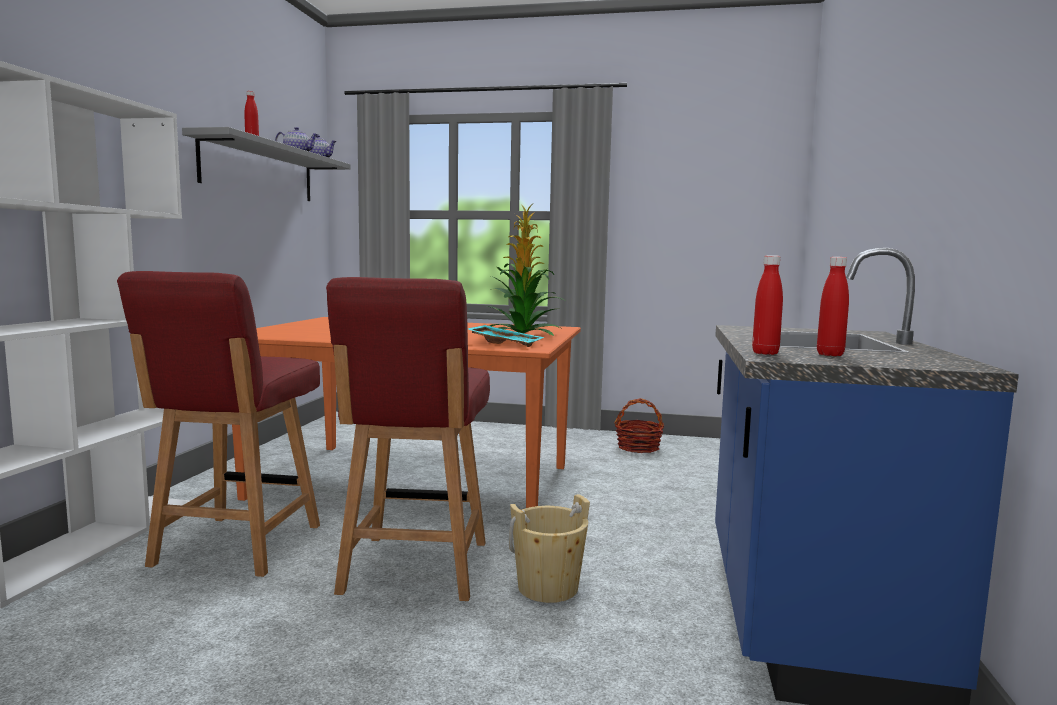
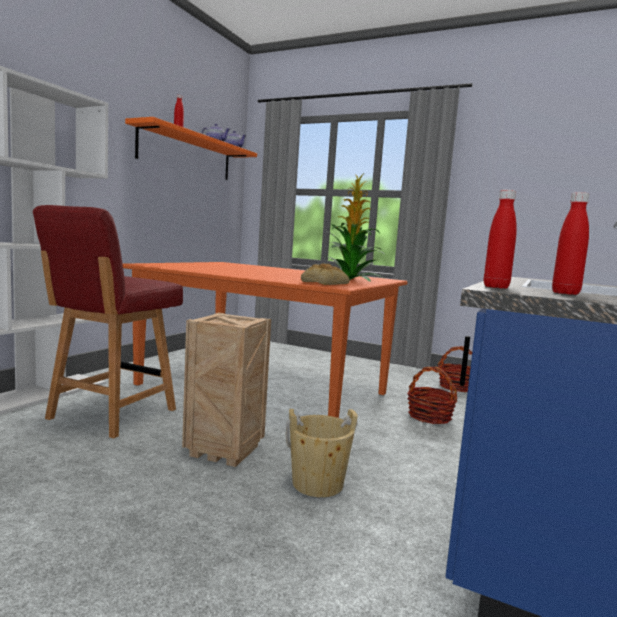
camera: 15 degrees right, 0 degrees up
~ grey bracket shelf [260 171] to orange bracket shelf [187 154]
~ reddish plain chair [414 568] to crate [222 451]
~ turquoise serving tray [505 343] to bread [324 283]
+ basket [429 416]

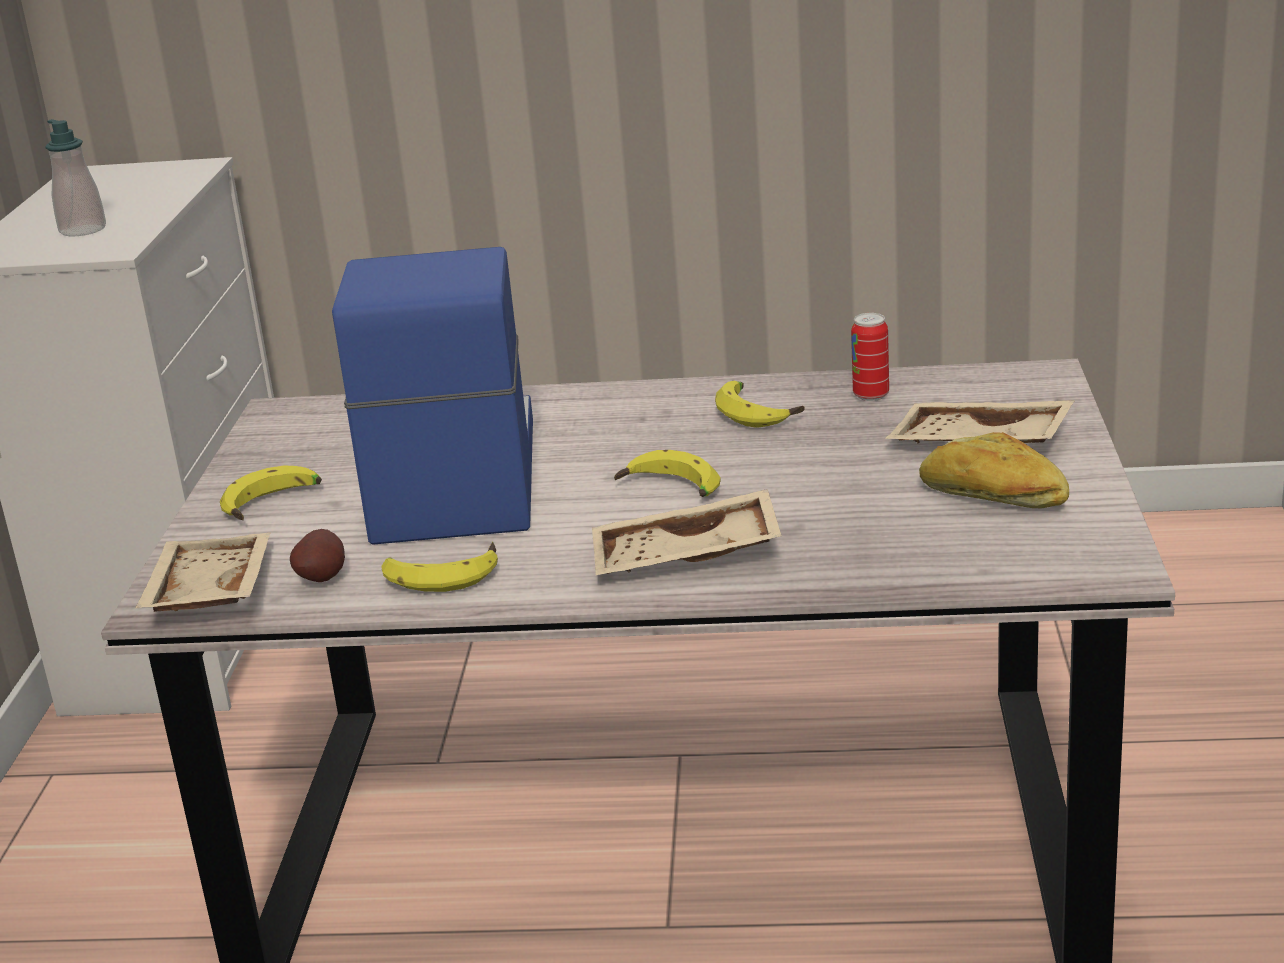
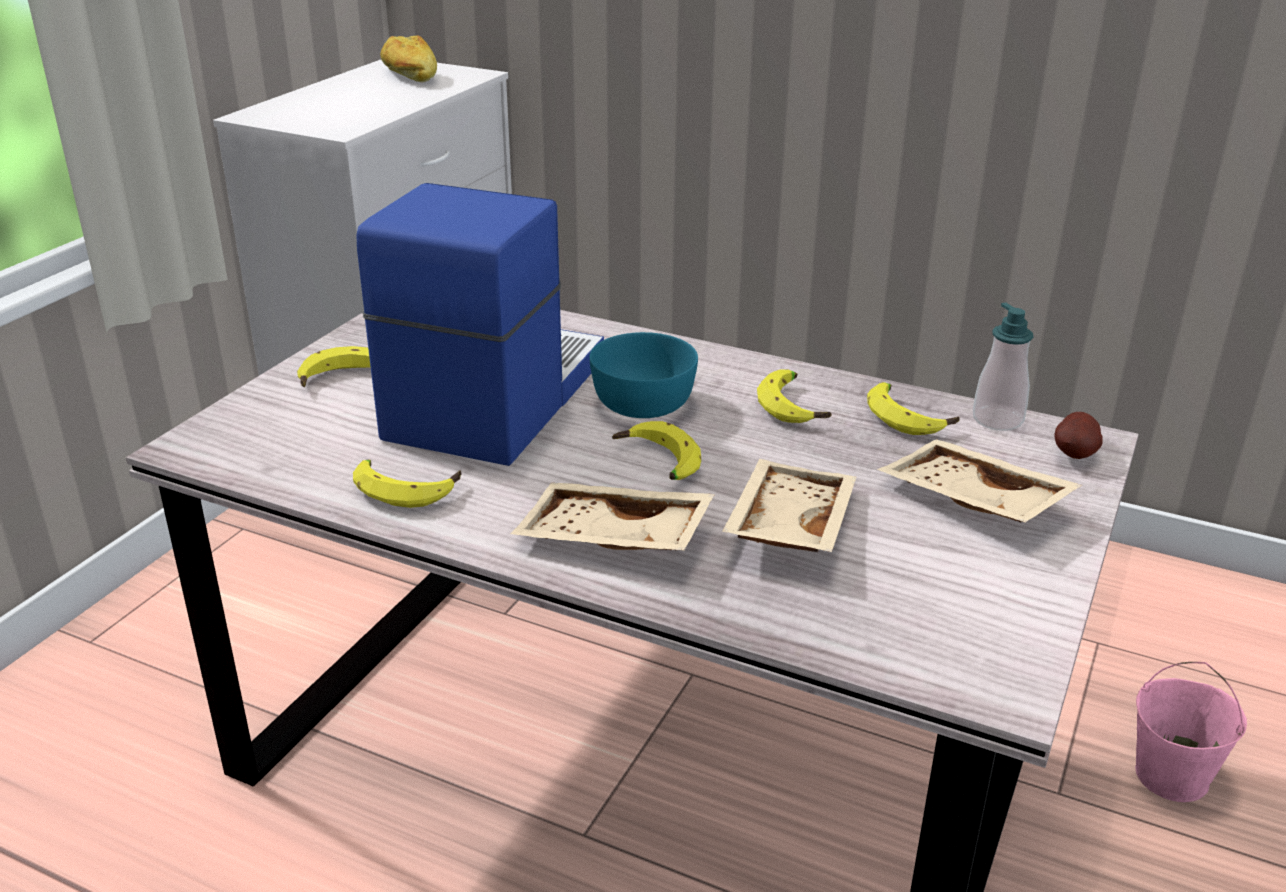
camera: 20 degrees right, 5 degrees up
~ bread [993 498] to [409 75]
+ turquoise deep dish [642 402]
~ sand-coloured serving tray [207 593] to [787 524]
~ sealed can [871 395] to banana [909 417]
~ soap bottle [83 230] to [997 420]
~ potato [324 578] to [1075 455]
+ pinkish bucket [1171 776]

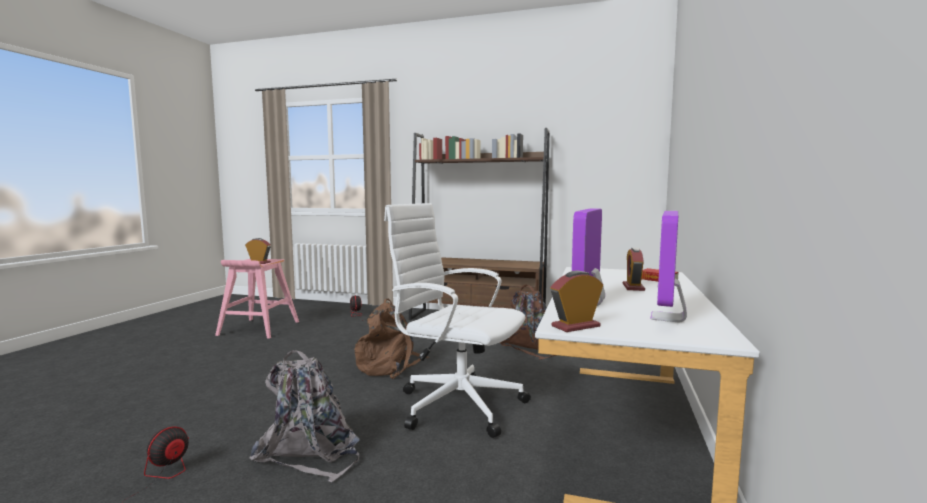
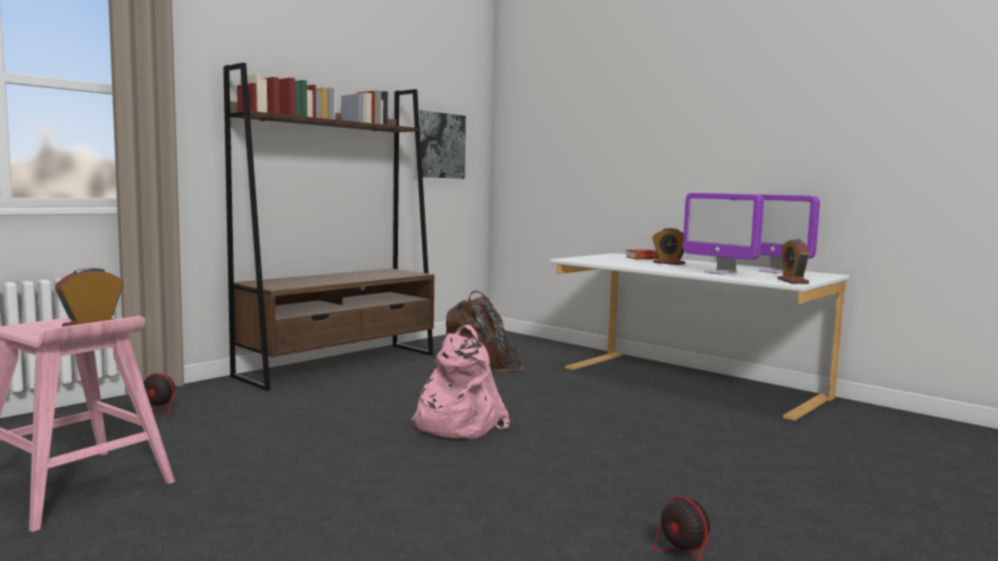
camera: 65 degrees left, 0 degrees up
~ brown-coloured backpack [390 366] to pinkish backpack [455 425]
+ picture [439 145]
- grey backpack [311 452]
- whitish desk chair [457 404]

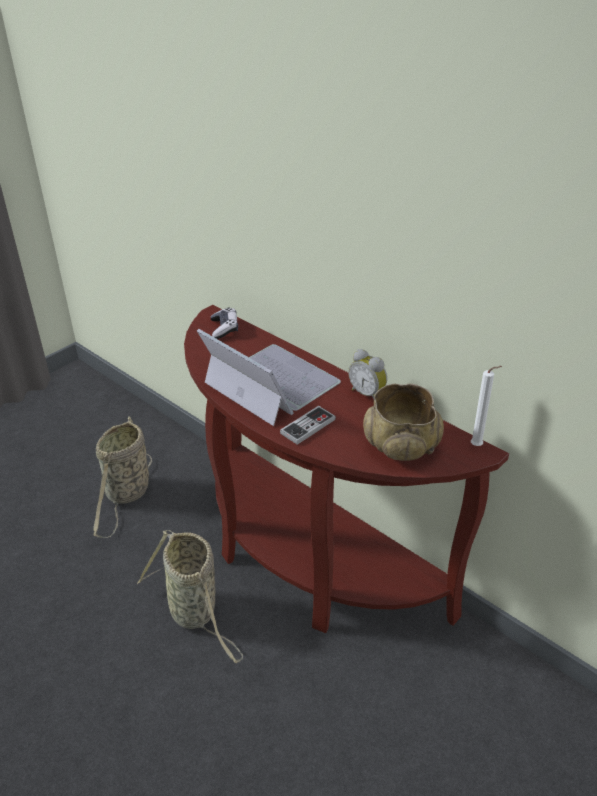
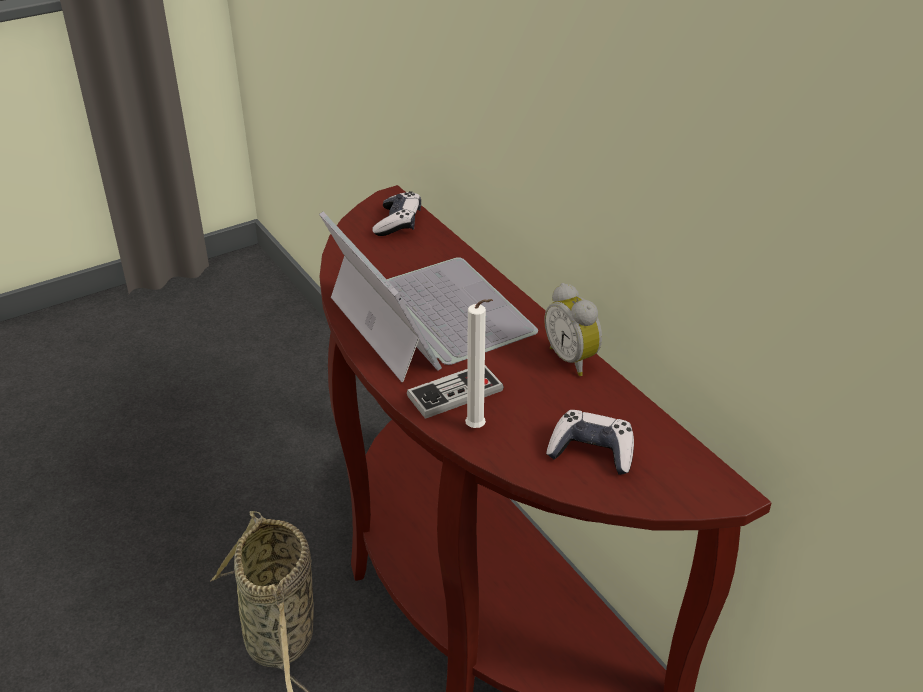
camera: 15 degrees right, 0 degrees up
~ whitish wax candle [478 446] to [478 429]
~ sand-coloured deep dish [401 445] to game controller [591 452]
- basket [127 494]

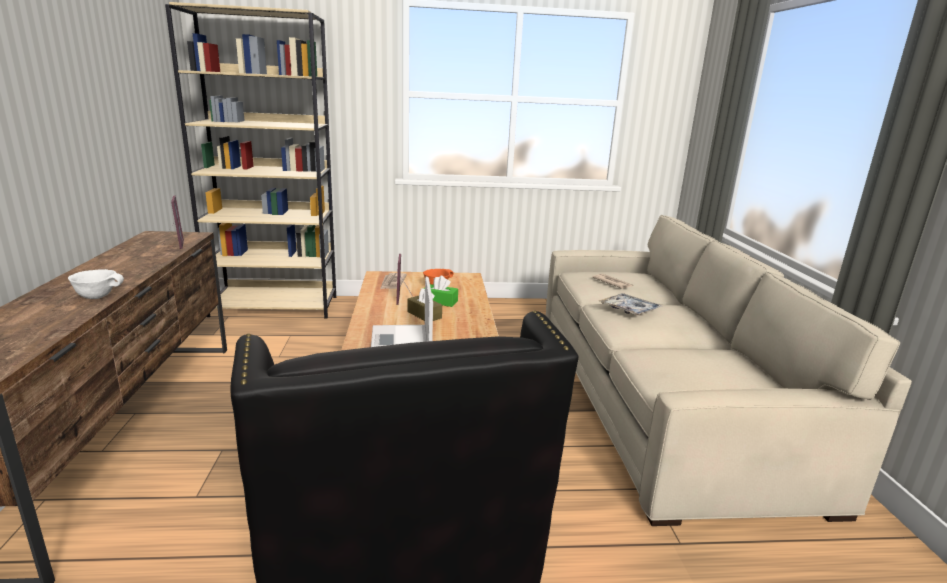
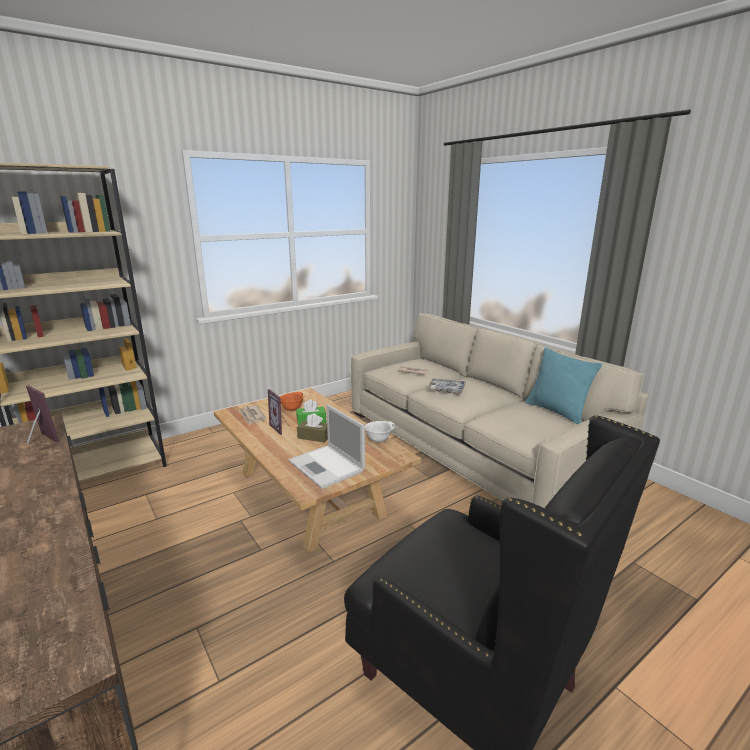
camera: 30 degrees left, 0 degrees up
~ whitish deep dish [98 296] to [378 440]
+ turquoise pillow [556 411]

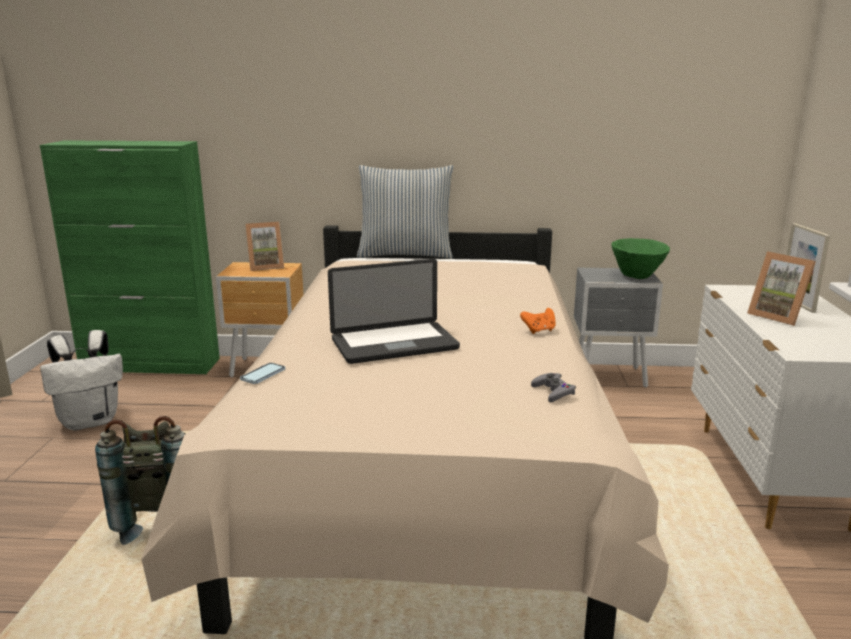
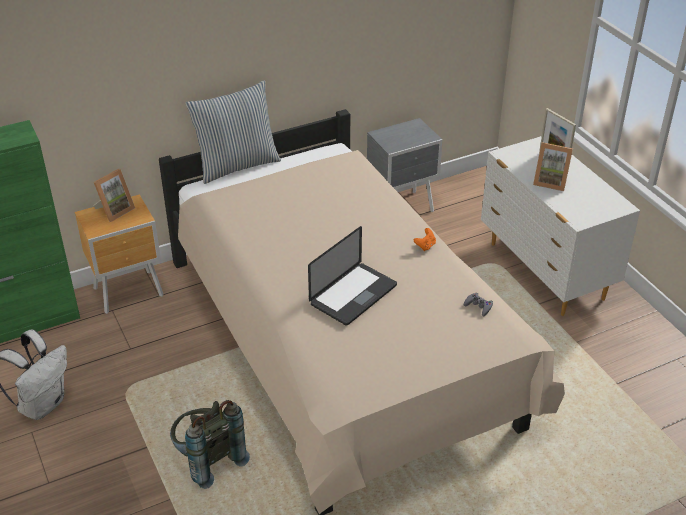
camera: 30 degrees left, 20 degrees up
- telephone [263 375]
- greenish deep dish [637 276]

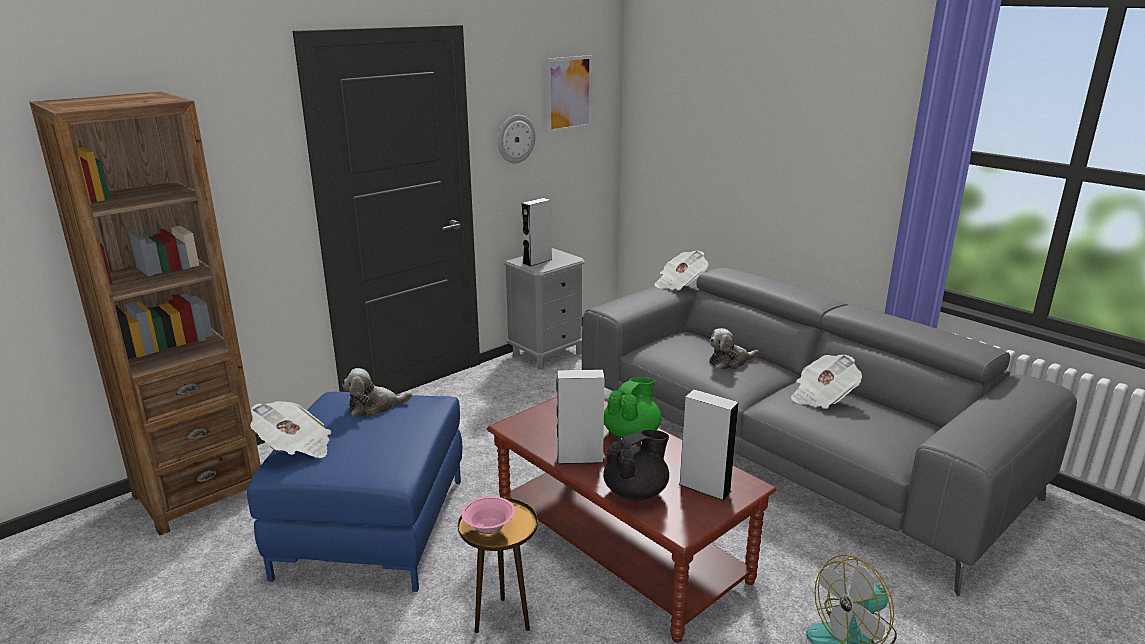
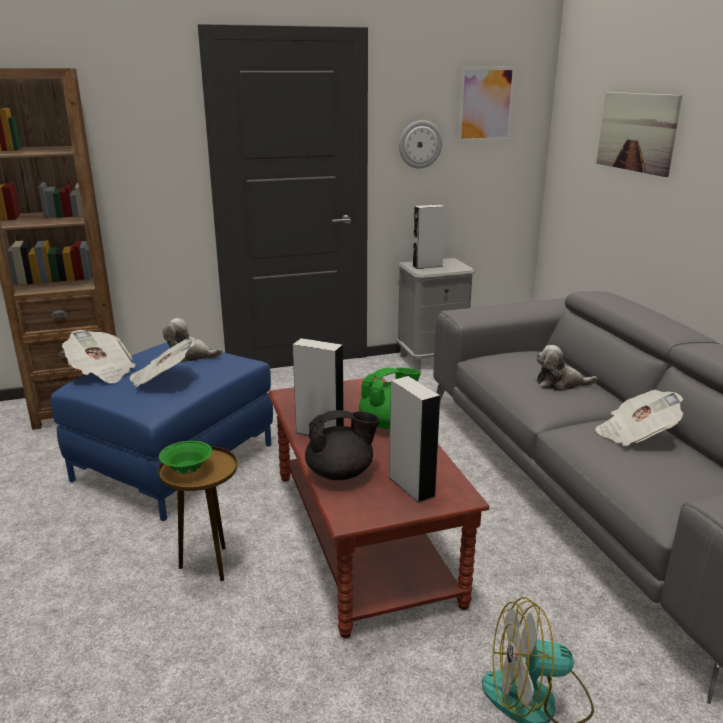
camera: 25 degrees right, 0 degrees up
~ daily paper [679 284] to [162 379]
~ pinkish deep dish [489 529] to greenish deep dish [187 470]
+ picture [637 132]

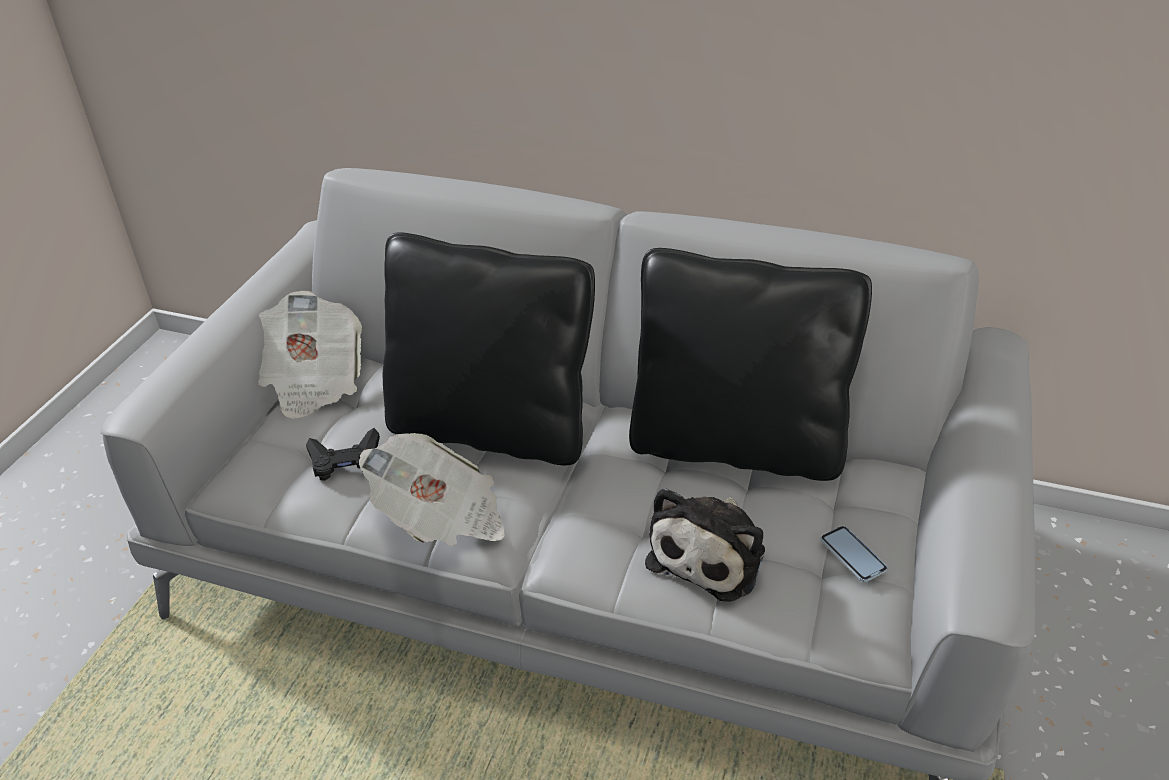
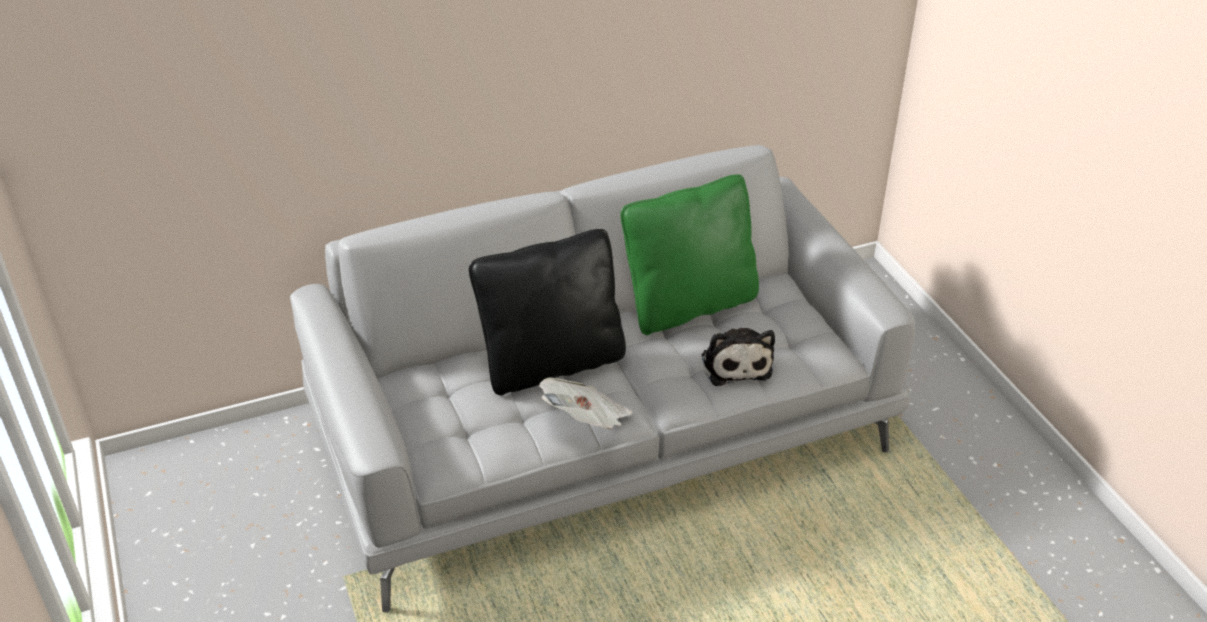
camera: 40 degrees left, 0 degrees up
~ black pillow [735 444] to greenish pillow [689 305]
- daily paper [311 379]
- black game controller [345 460]
- telephone [852 555]

